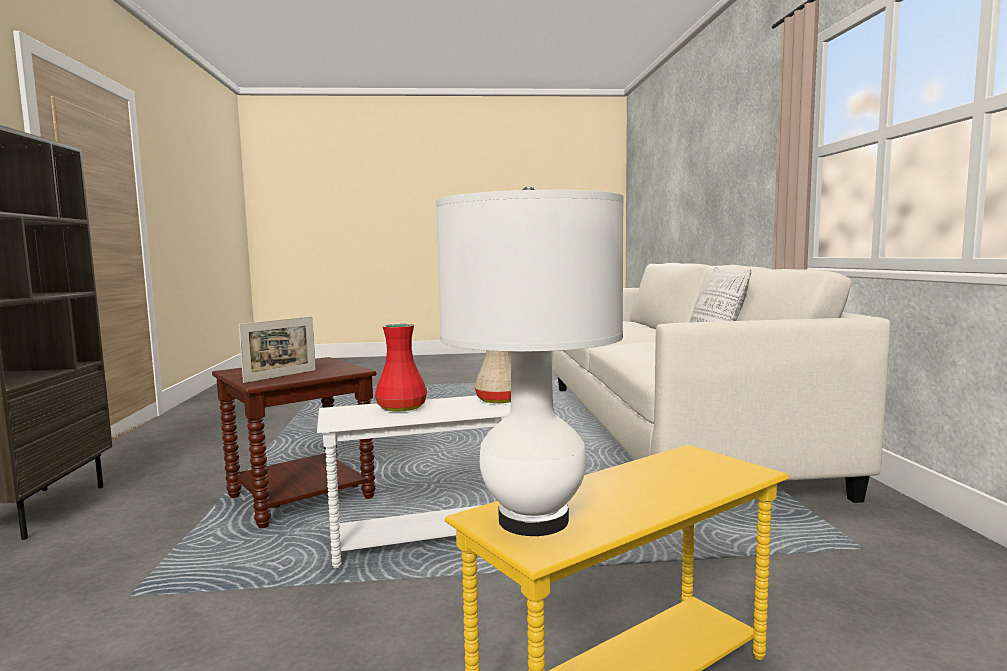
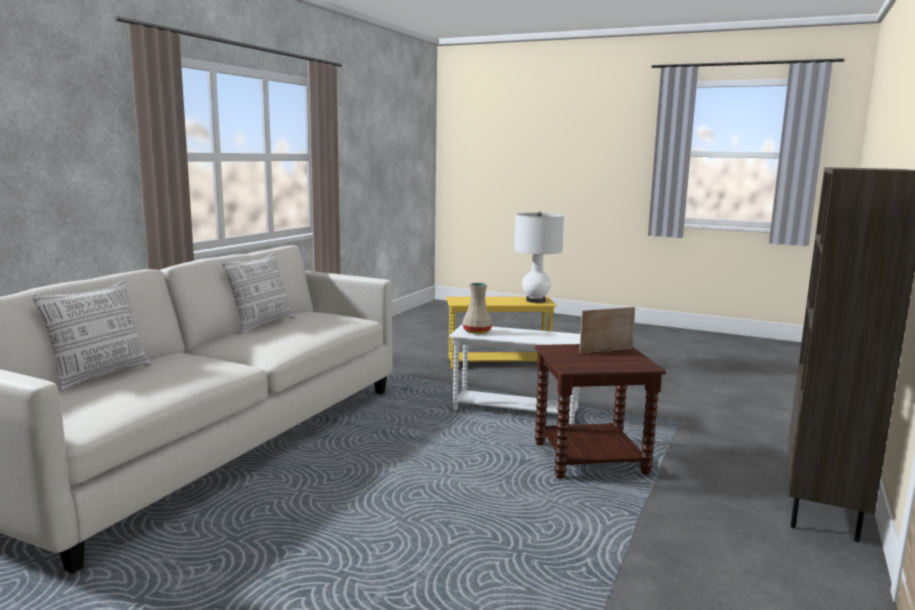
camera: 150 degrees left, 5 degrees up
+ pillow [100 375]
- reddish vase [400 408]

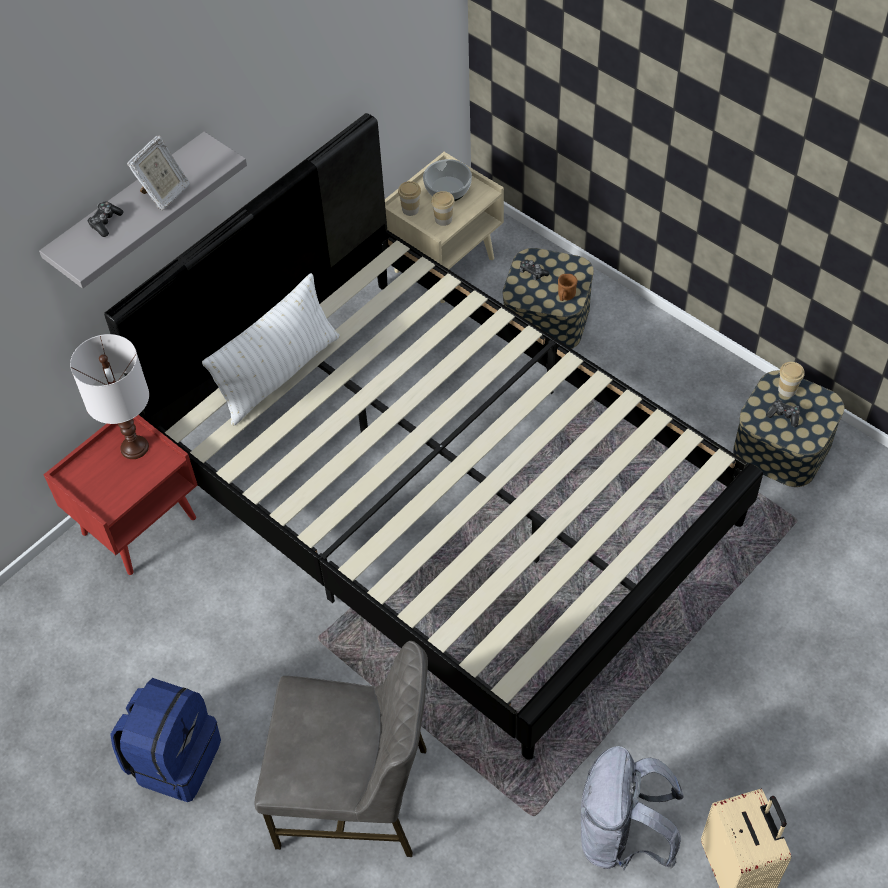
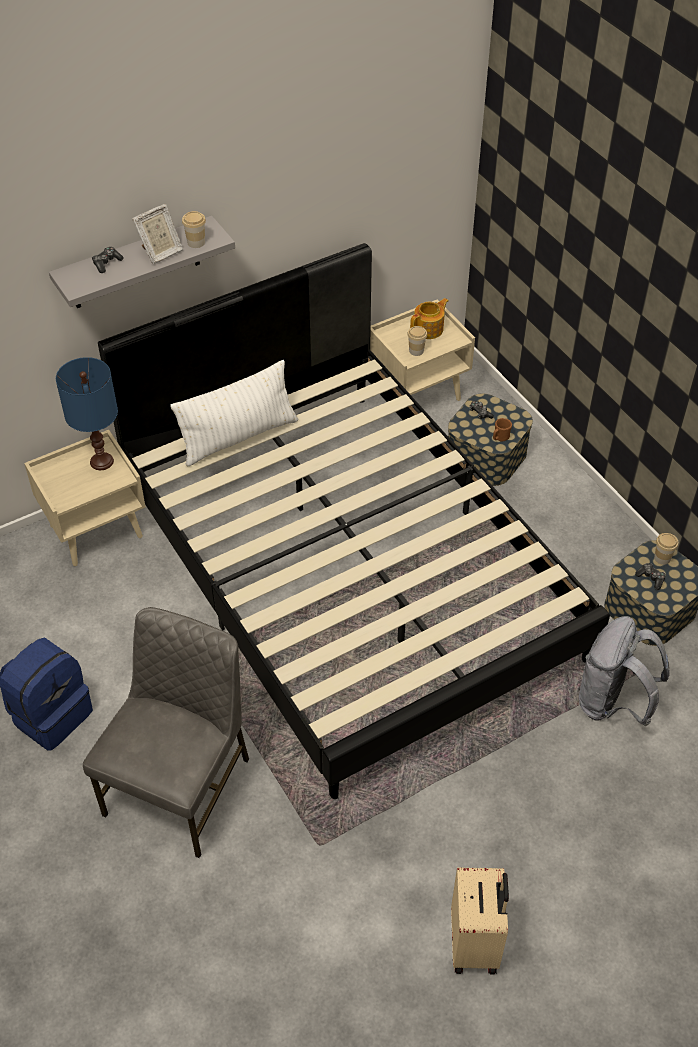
camera: 15 degrees right, 5 degrees down
~ reddish nightstand [139 524] to sand-coloured nightstand [97 530]
~ whitish tabletop lamp [135 447] to blue-coloured tabletop lamp [102 462]
~ grey plain chair [356 796] = [181 785] 90 degrees counterclockwise
~ cup [410 209] to [196 242]
~ deep dish [447 189] to teapot [429 329]
~ grey backpack [622 836] to [612 702]

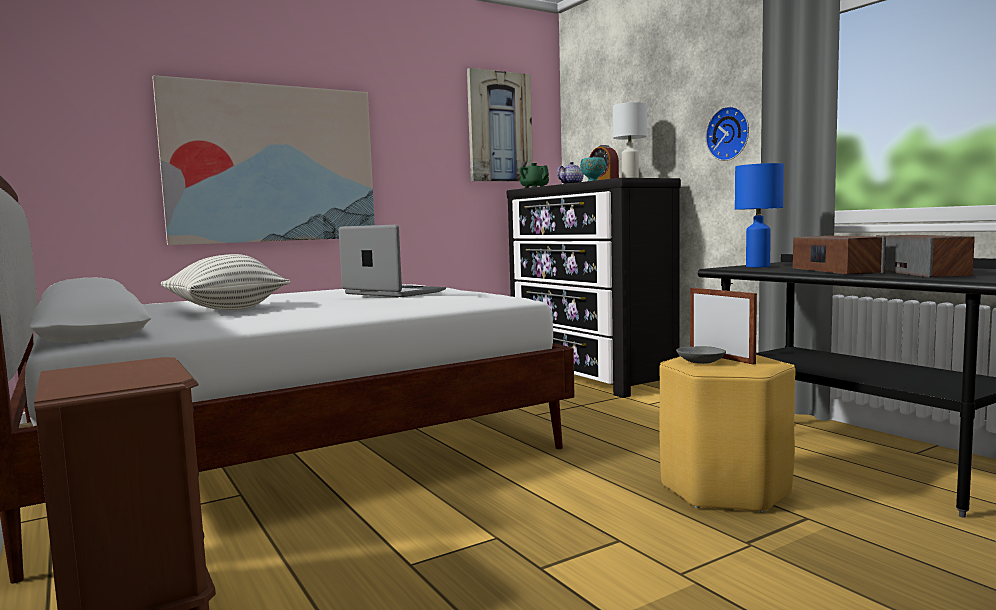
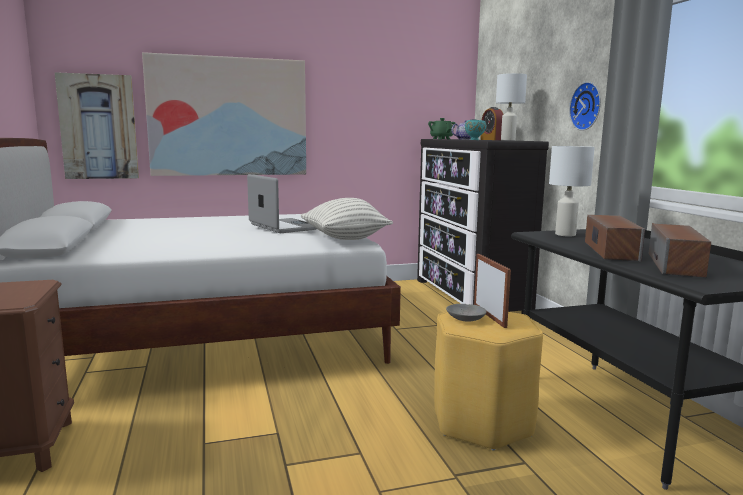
camera: 15 degrees right, 5 degrees up
~ picture [499 127] to [98 127]
~ pillow [227 310] to [345 239]
~ blue-coloured tabletop lamp [758 266] to whitish tabletop lamp [566 234]

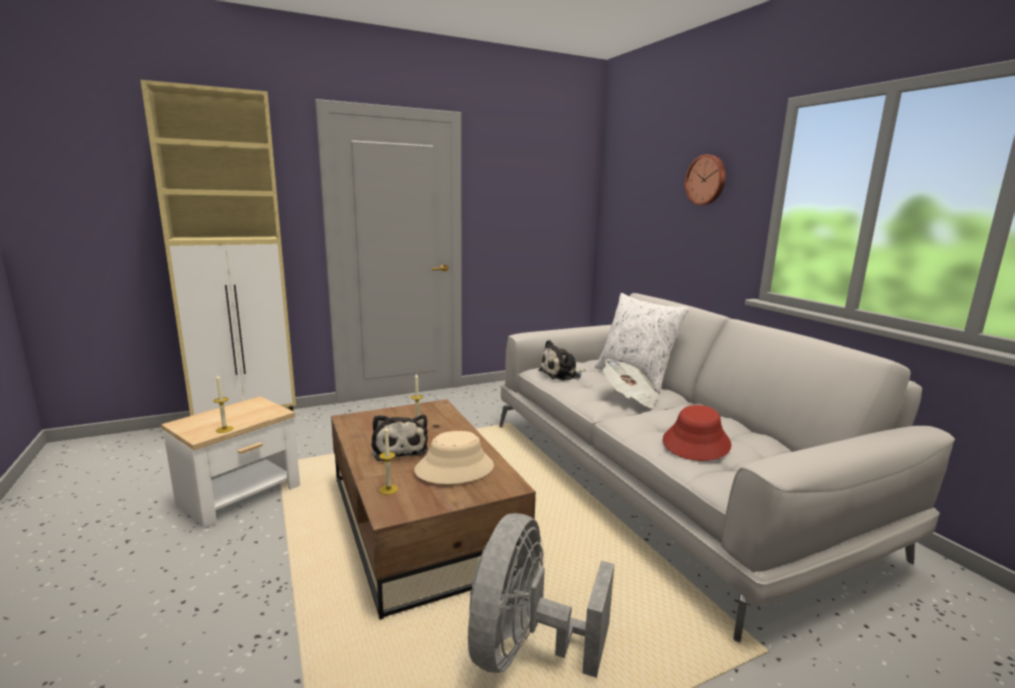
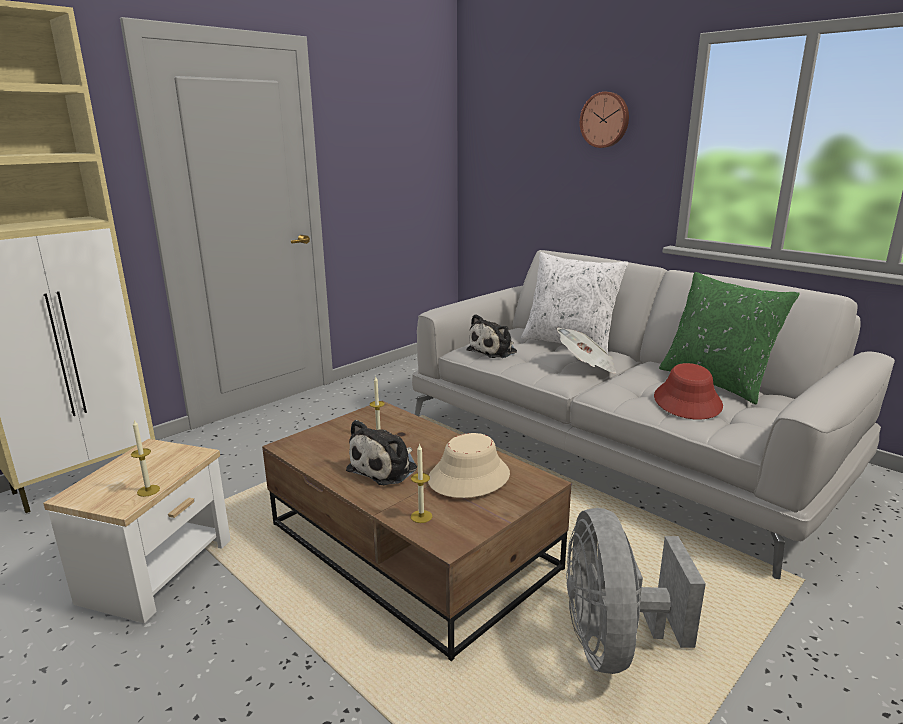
camera: 20 degrees left, 5 degrees up
~ cuddly toy [399 448] = [386 468] 75 degrees clockwise
+ greenish pillow [716 382]

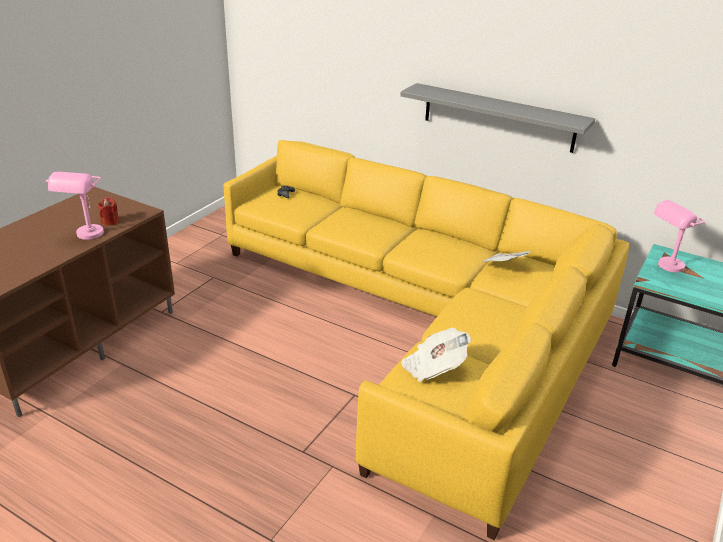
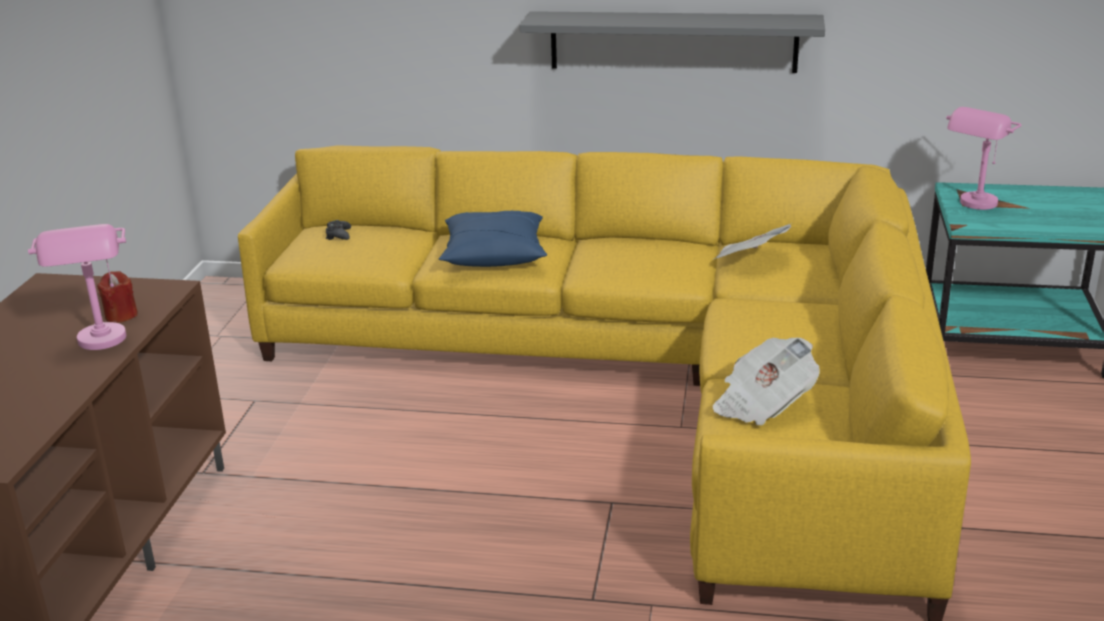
camera: 20 degrees left, 5 degrees down
+ blue-coloured pillow [494 255]

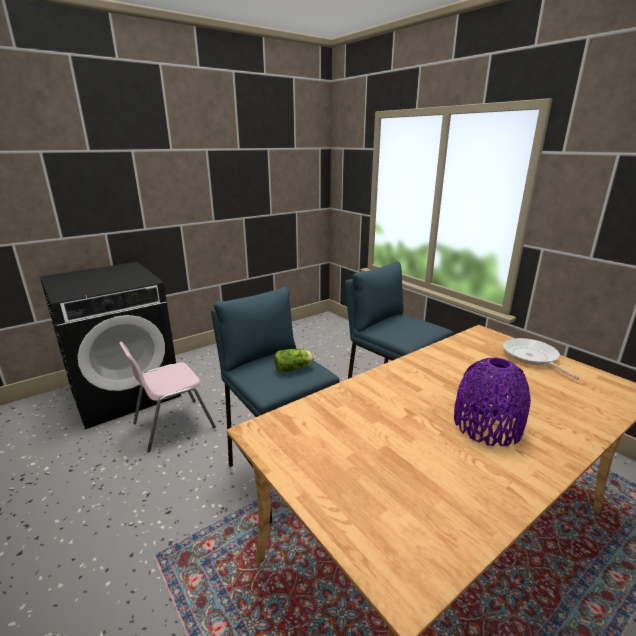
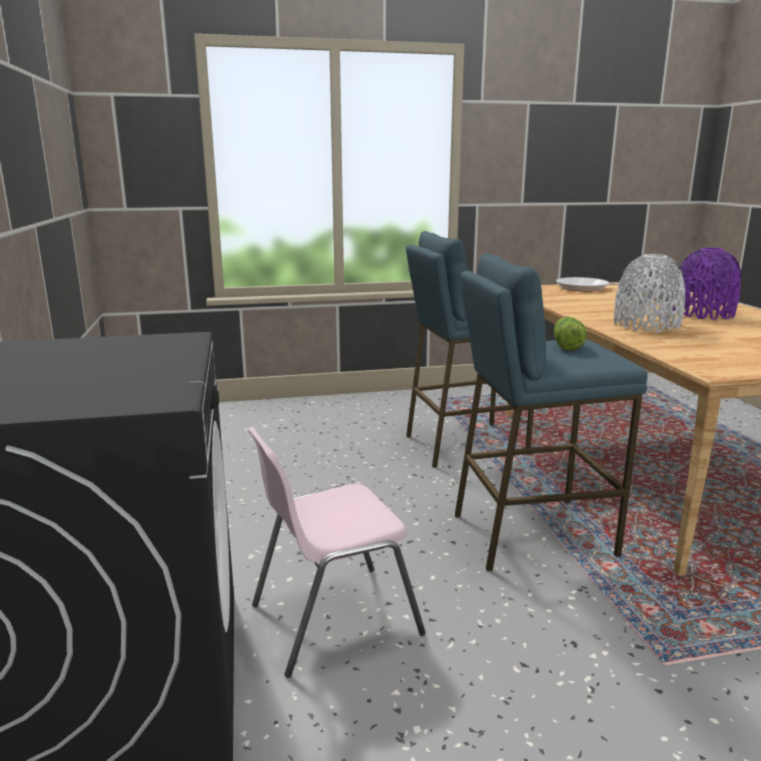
camera: 65 degrees left, 5 degrees down
~ pinkish plain chair [172 425] = [332 619] 75 degrees clockwise
+ grey vase [646 325]

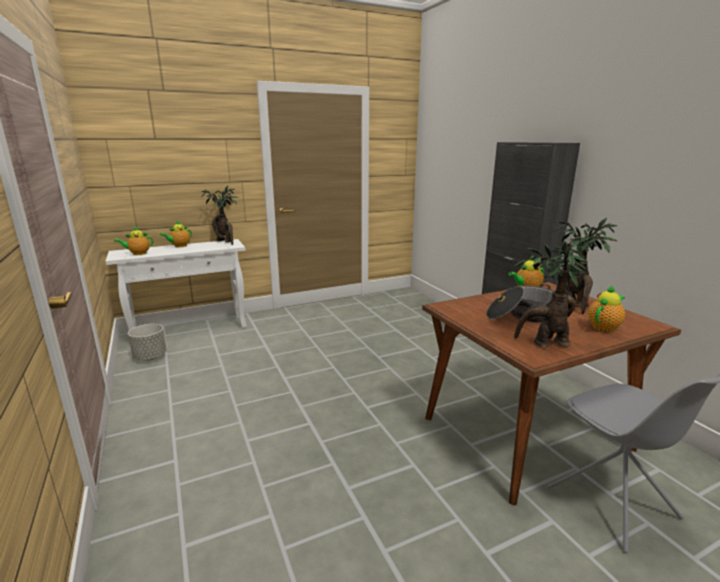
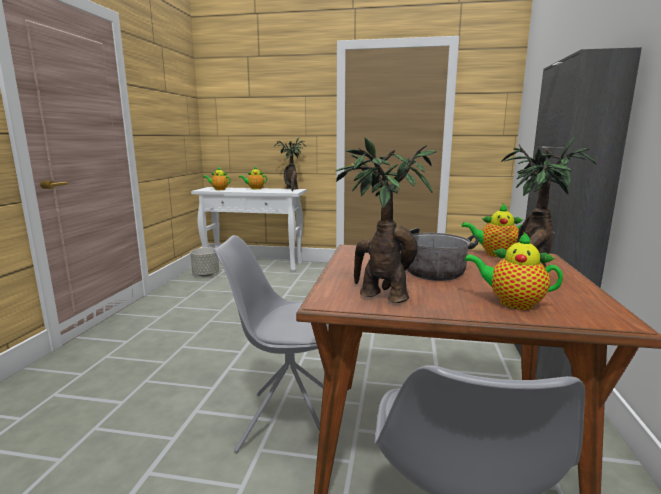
camera: 35 degrees right, 5 degrees down
+ grey plain chair [289 422]
~ teapot [604 327] = [512 303] 150 degrees counterclockwise

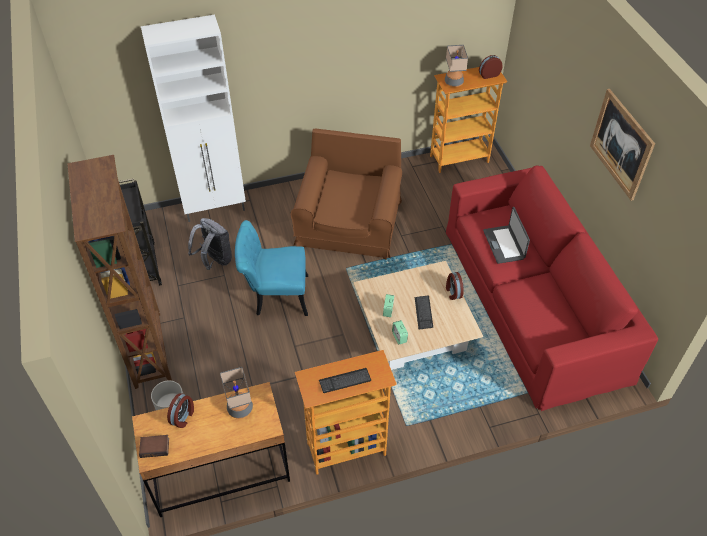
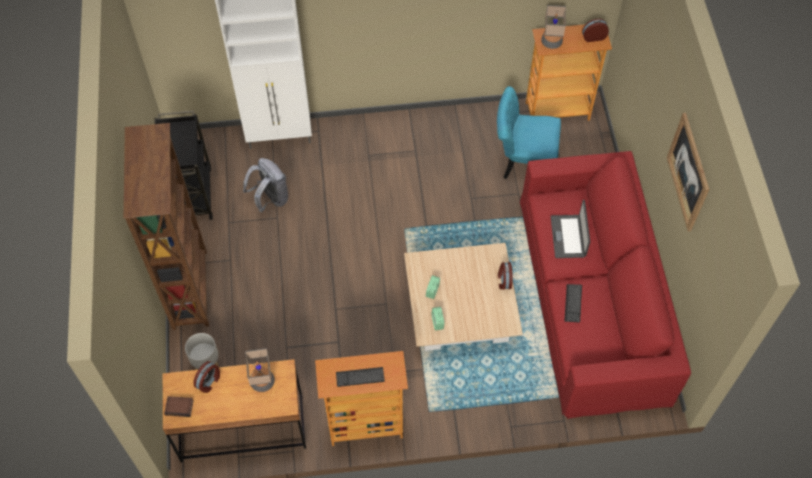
camera: 10 degrees right, 10 degrees up
~ turquoise plain chair [275 296] to [523 161]
~ PC keyboard [423 313] to [573 303]
- brown-coloured easy chair [349 223]

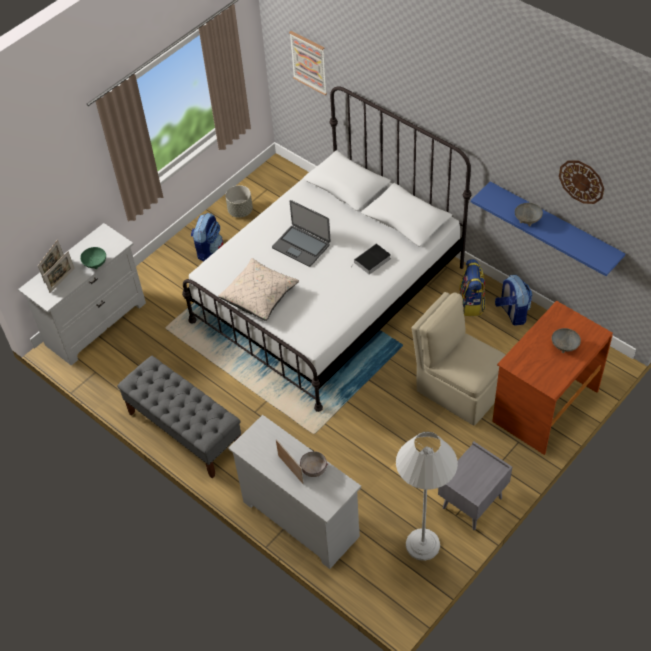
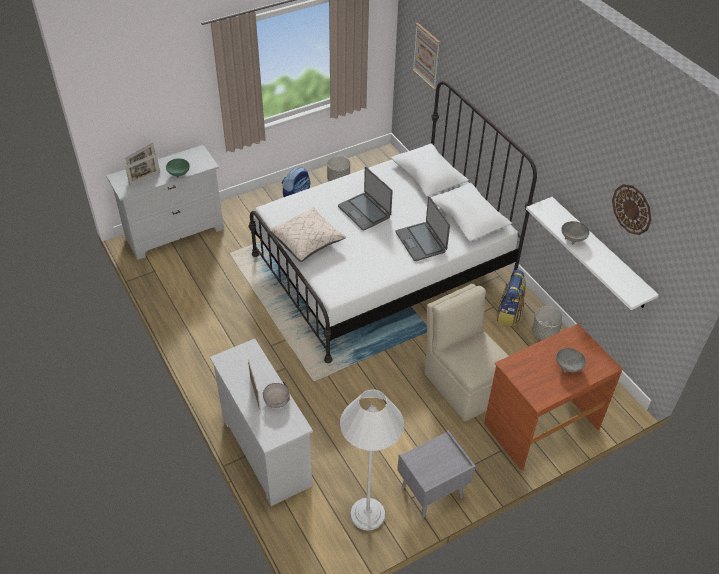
camera: 15 degrees right, 5 degrees down
~ bound book [372 261] to portable computer [421 242]
~ blue-coloured bracket shelf [554 226] to whitish bracket shelf [599 253]
~ backpack [512 313] to grey planter [544 333]
- grey long seat [185 431]

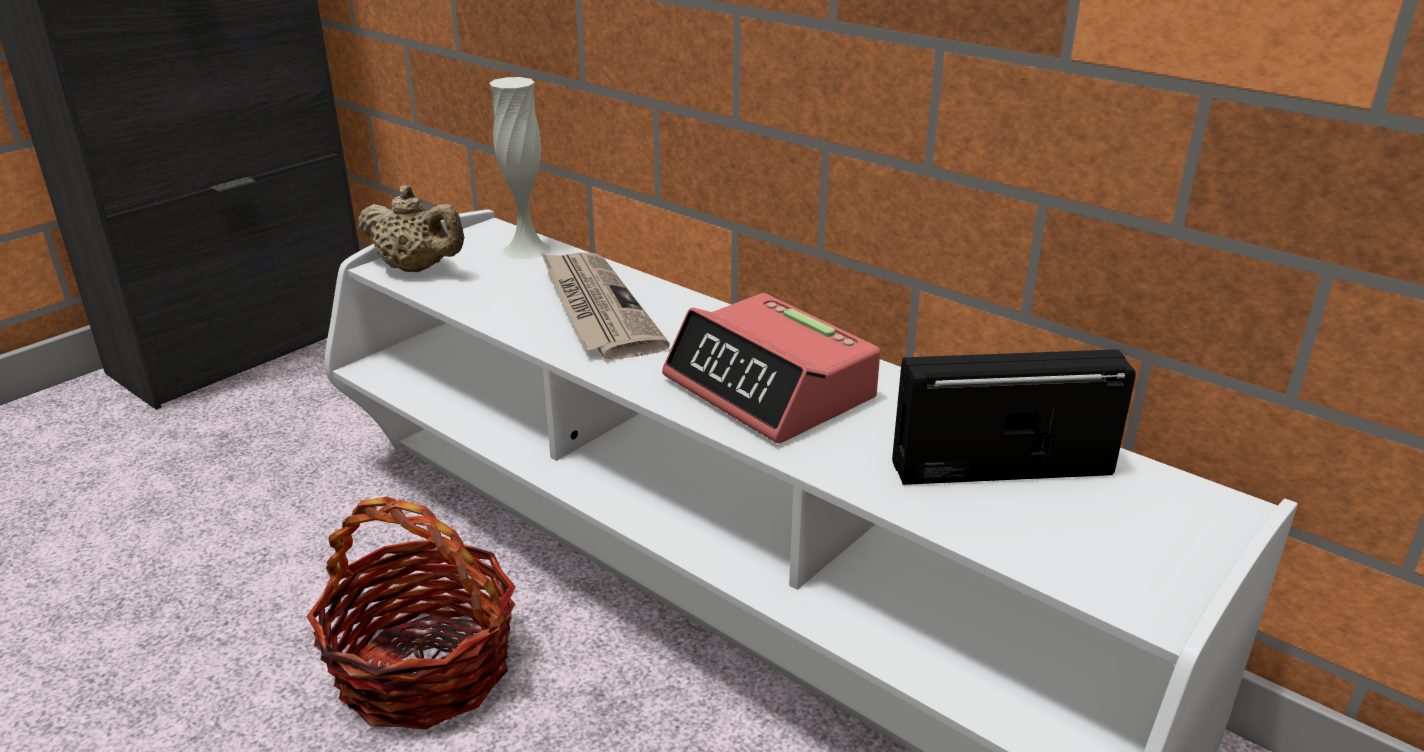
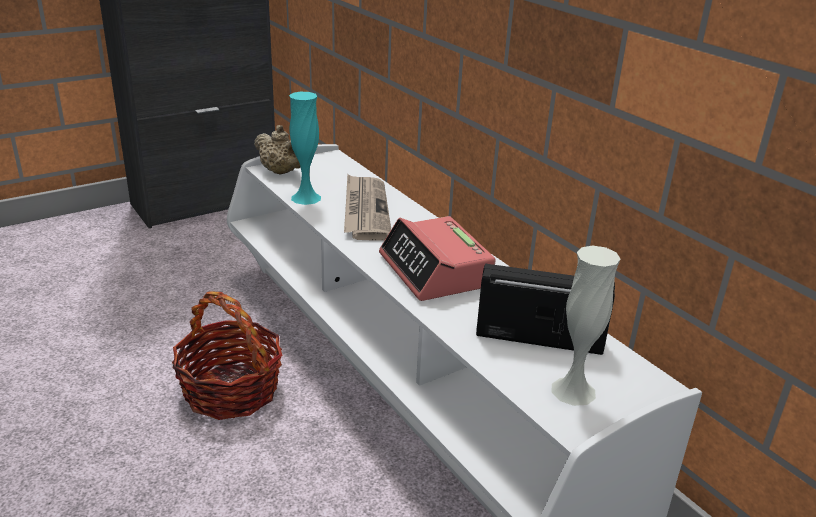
camera: 15 degrees right, 0 degrees up
+ turquoise vase [306 198]
~ whitish vase [526 249] to [573 391]

